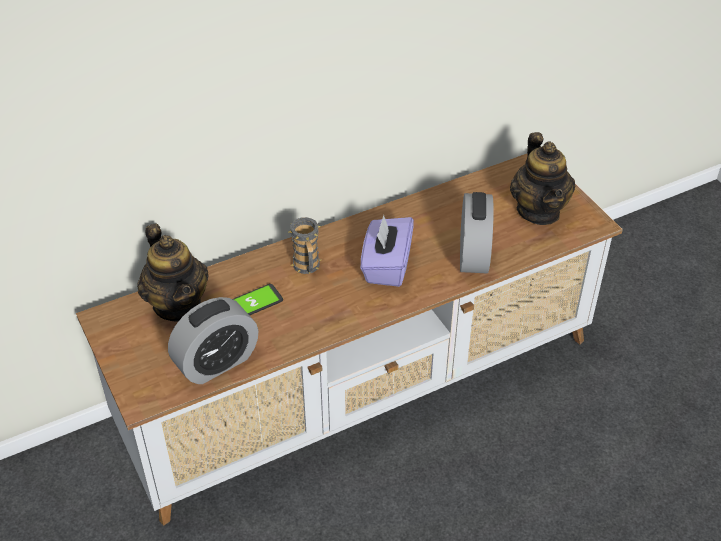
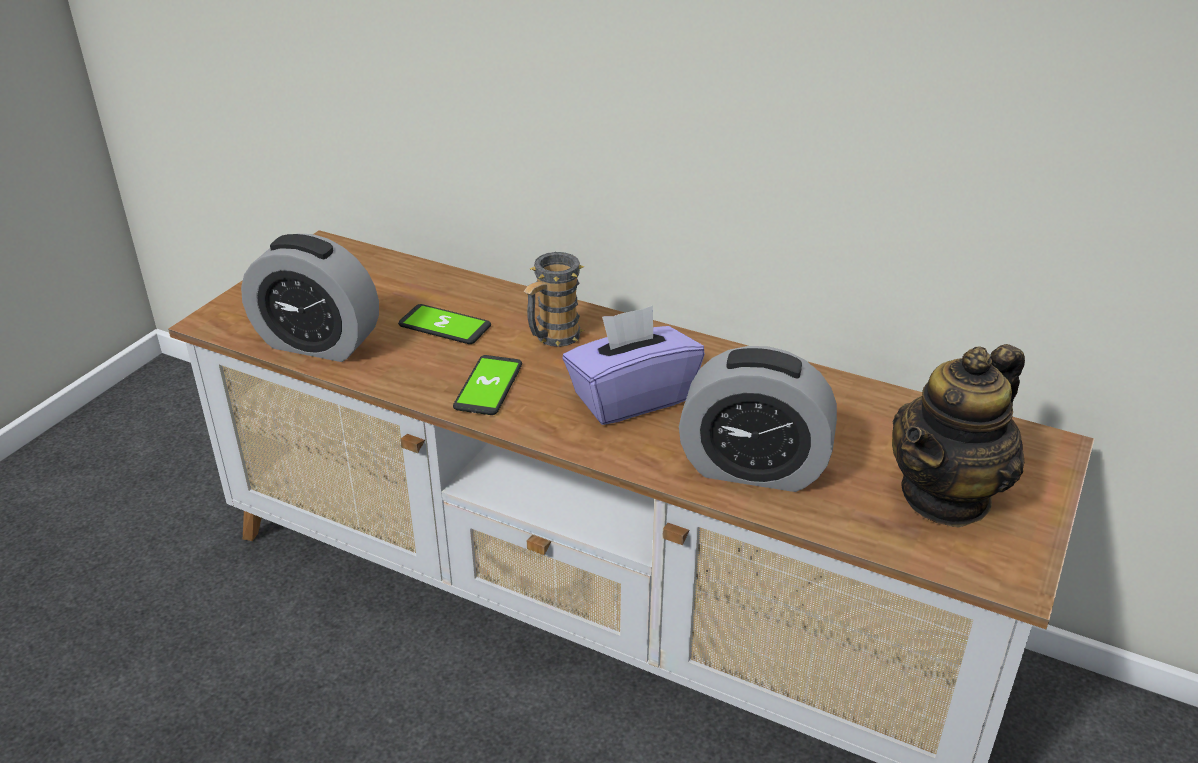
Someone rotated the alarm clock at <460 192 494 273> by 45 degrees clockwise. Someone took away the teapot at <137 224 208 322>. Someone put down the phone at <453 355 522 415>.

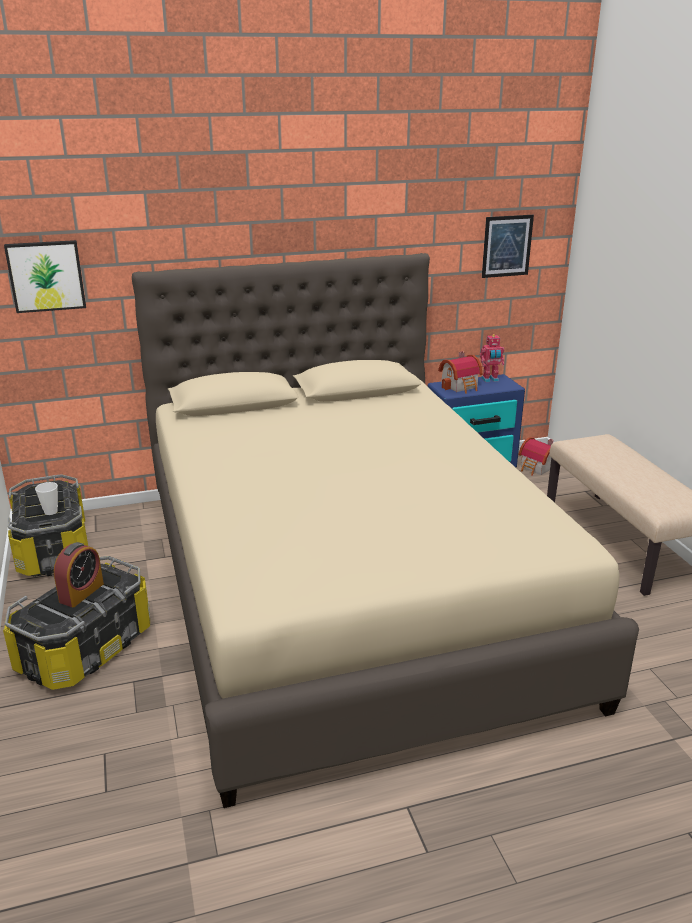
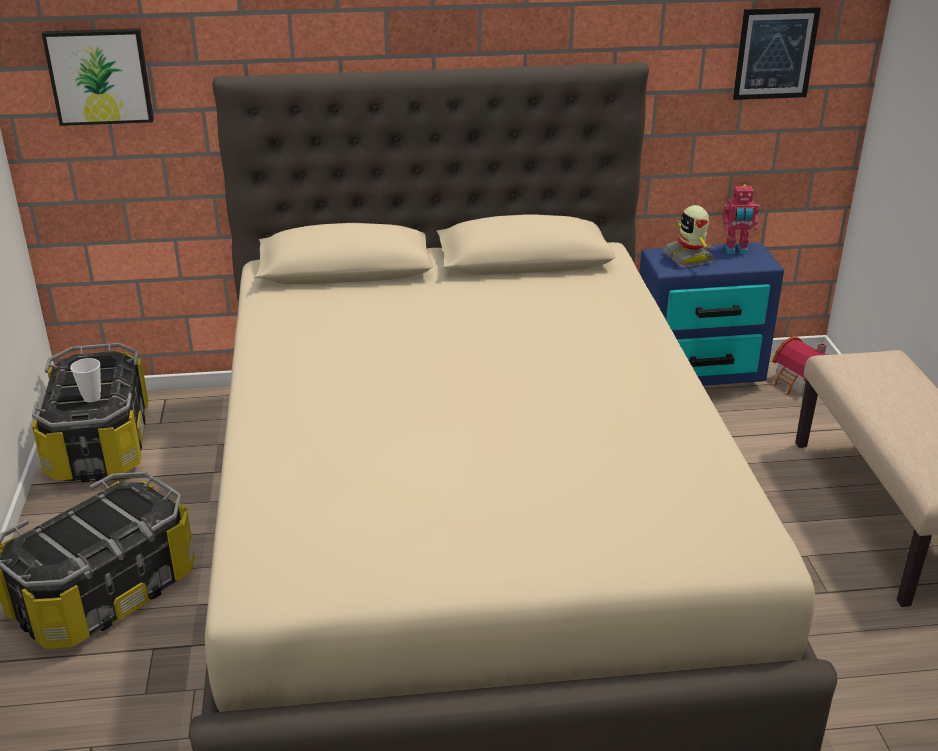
Someone swapped the toy house at <438 351 482 394> for the toy robot at <662 205 715 267>. Someone took away the alarm clock at <54 542 104 607>.

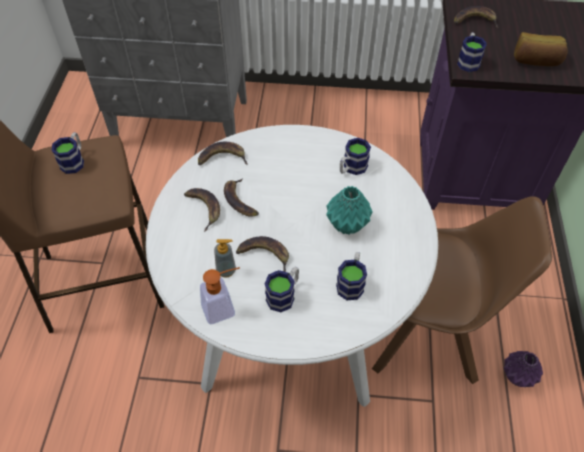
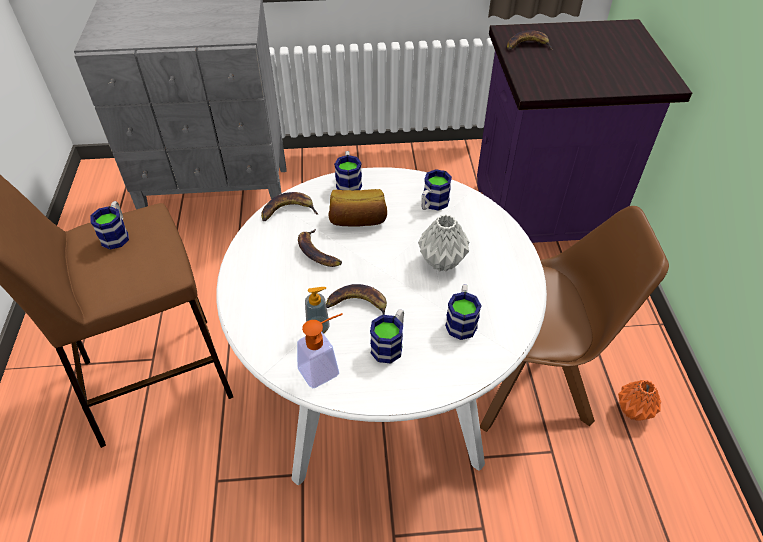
Someone carried the mug from <457 32 487 72> to <334 151 362 190>. Someone carried the bread from <514 32 567 66> to <329 189 387 227>. Someone repainted the vase (turquoise) at <326 186 373 235>, which became the vase (grey) at <418 214 470 271>. Someone took away the banana at <184 188 220 232>. Someone repainted the vase (purple) at <504 351 543 387>, which became the vase (orange) at <618 380 661 421>.

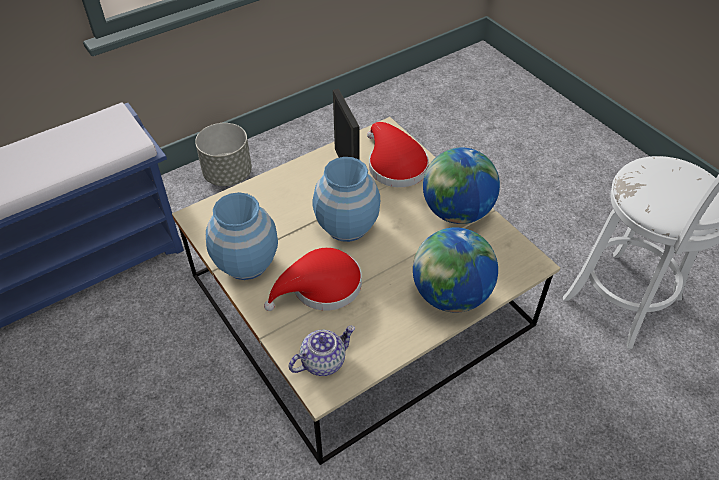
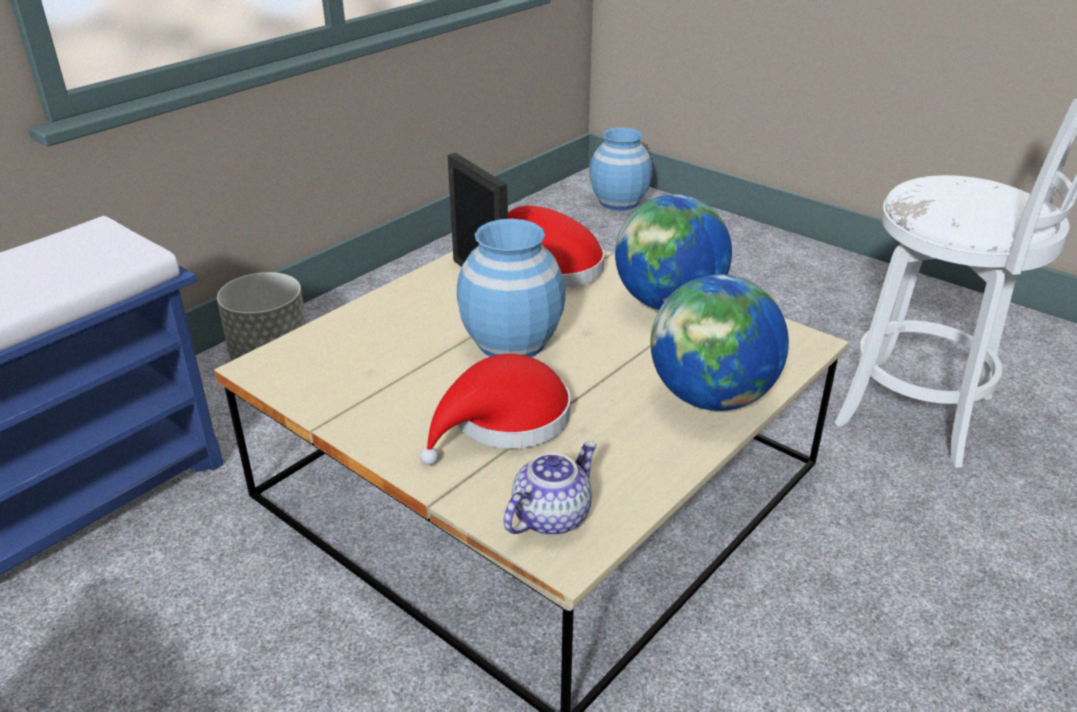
Someone carried the vase (blue) from <206 192 278 280> to <589 128 653 211>.

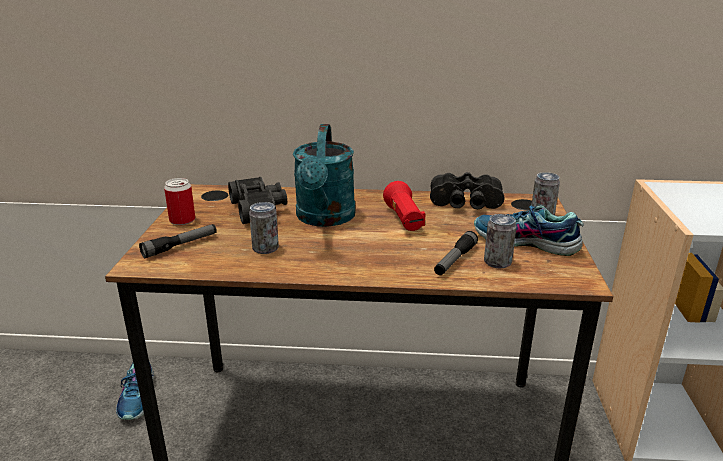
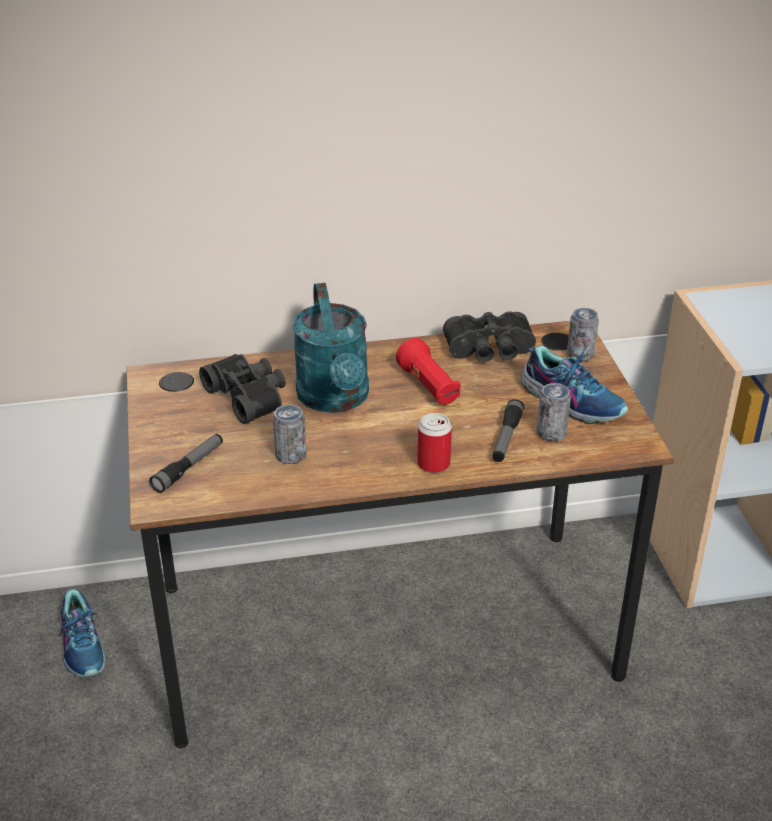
Someone carried the can from <164 178 195 225> to <417 413 452 473>. Someone rotated the shoe at <474 205 584 256> by 150 degrees counterclockwise.

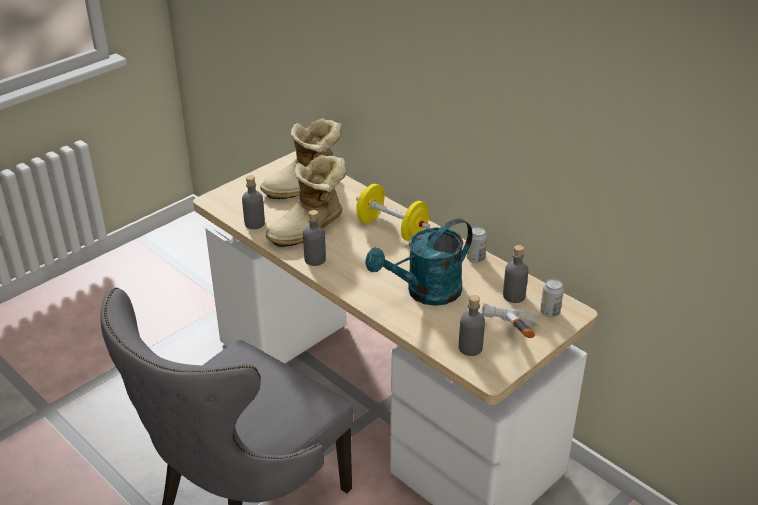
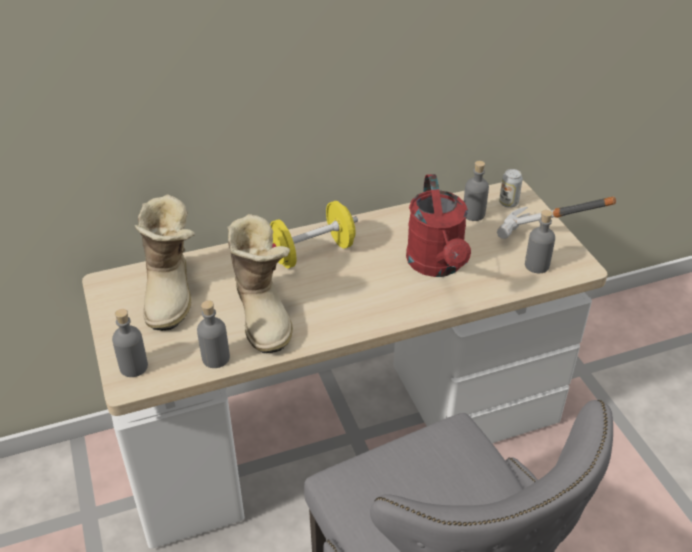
Someone carried the bottle (grey) from <303 210 326 266> to <112 309 148 377>. Someone repainted the watering can (turquoise) at <365 218 473 306>, which became the watering can (red) at <406 174 471 277>. Someone took away the can at <467 227 487 263>.

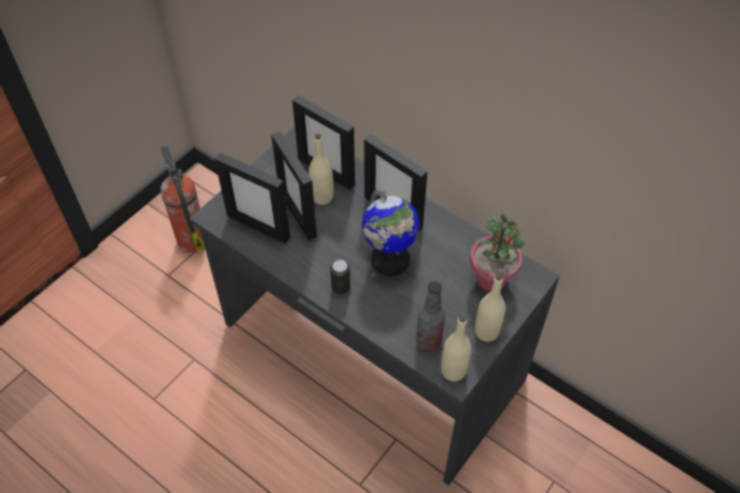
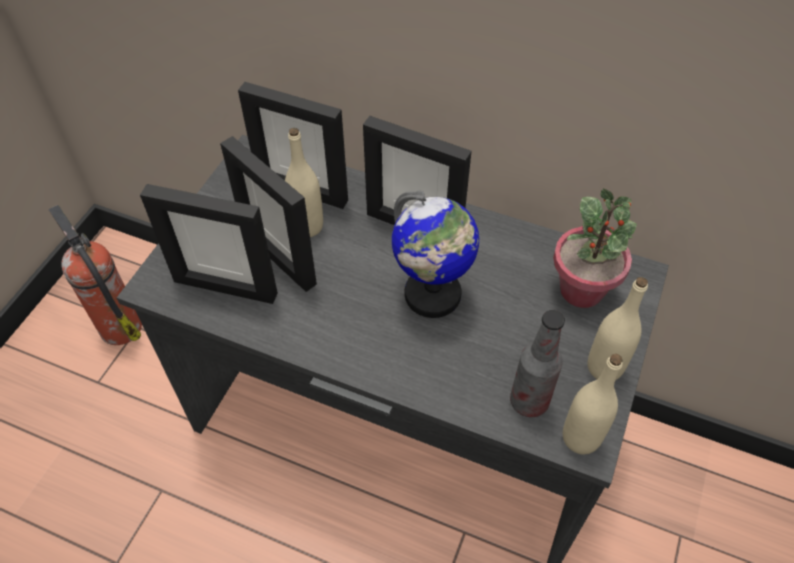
Someone took away the can at <330 259 350 294>.

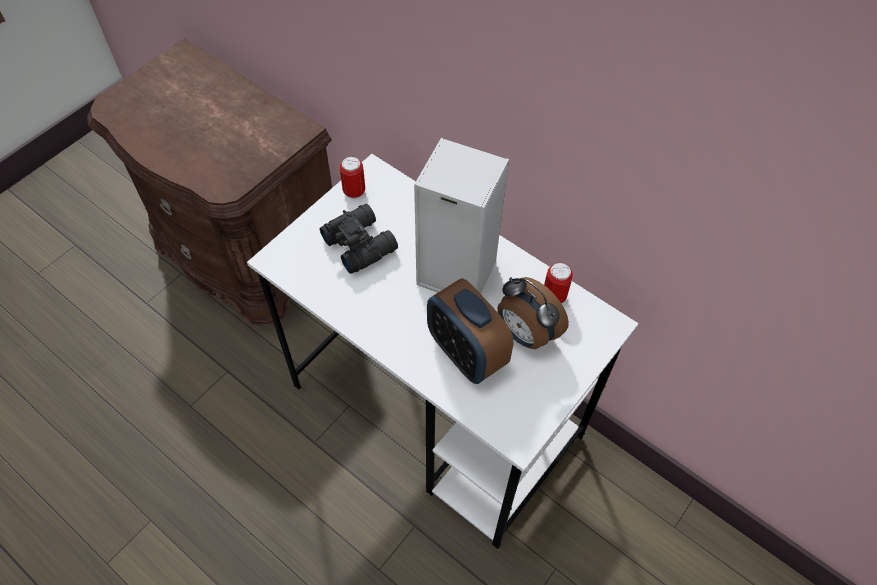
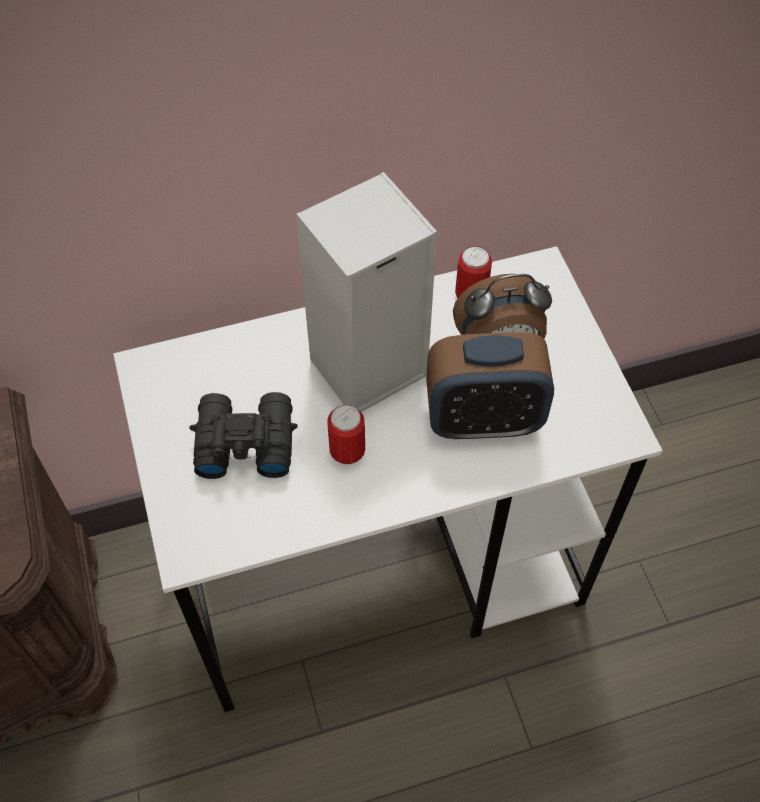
Someone carried the can from <340 156 365 199> to <327 405 365 465>.

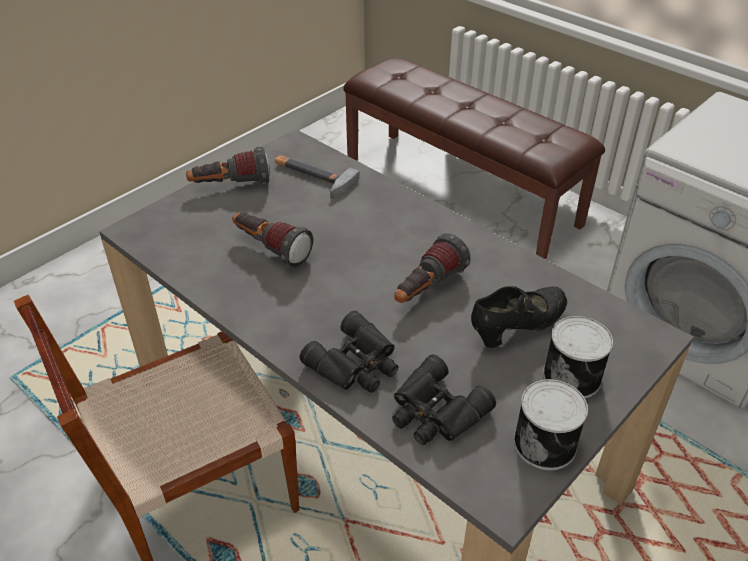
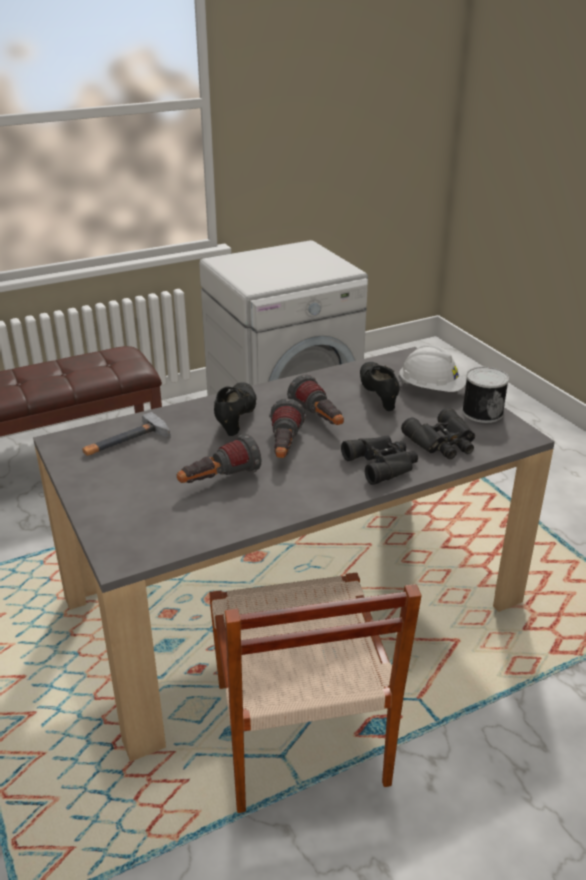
Someone carried the flashlight from <186 147 270 184> to <269 399 306 458>. Someone swapped the can at <543 316 613 398> for the hard hat (white) at <398 345 466 392>. Someone put down the shoe (black) at <214 382 257 436>.

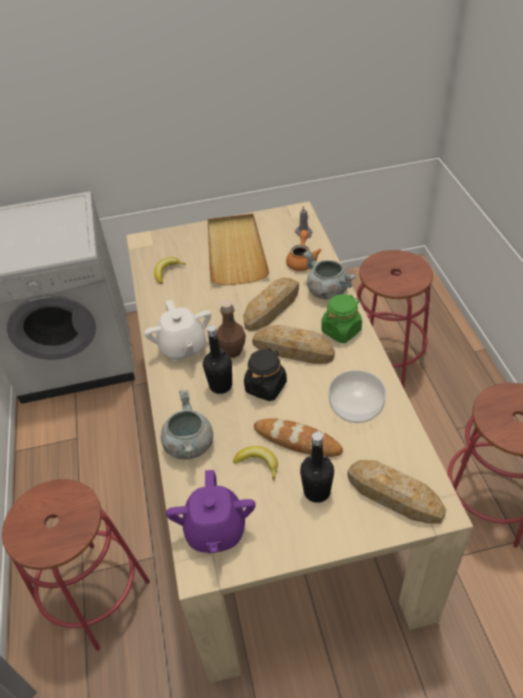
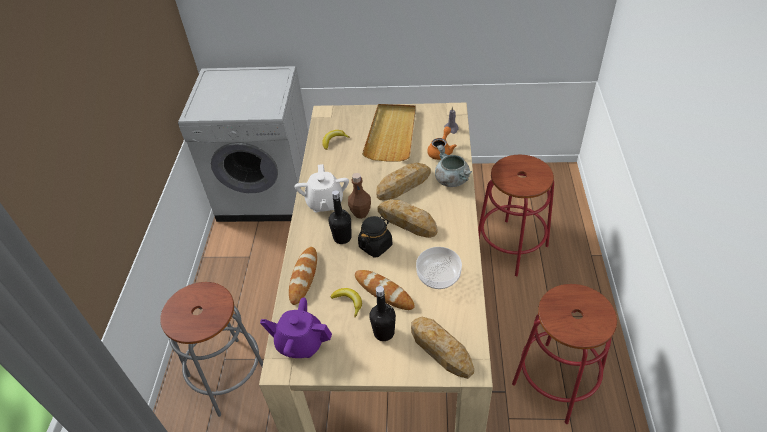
Someone took away the jar (green) at <321 294 362 343>. Someone swapped the cooking pot (grey) at <161 390 213 460> for the bread at <289 247 317 305>. Someone rotated the teapot (purple) at <166 470 256 554> by 90 degrees clockwise. Someone repainted the stool (red) at <2 479 150 651>, which became the stool (grey) at <160 282 263 417>.

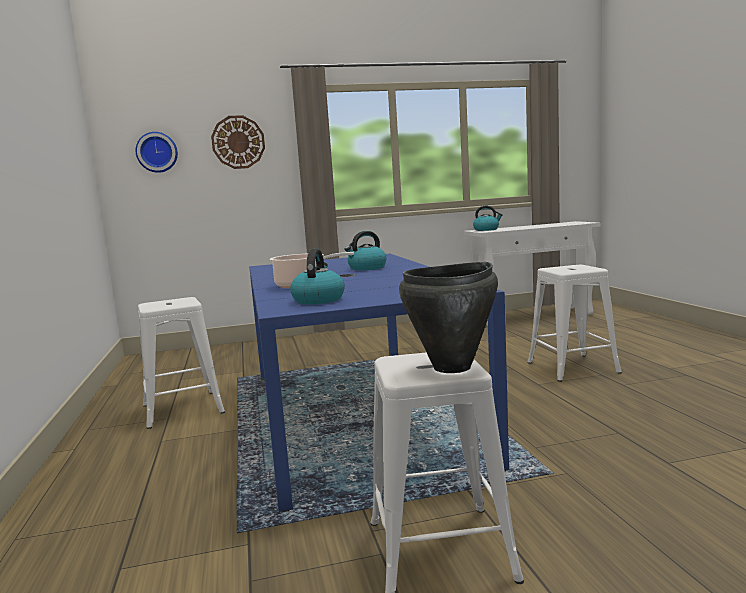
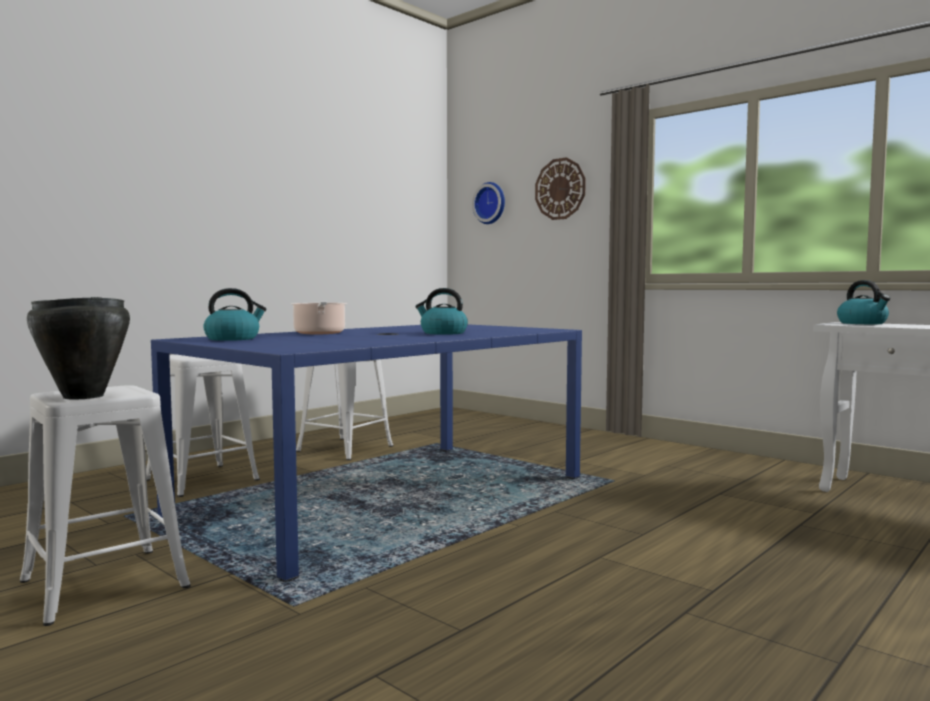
Someone carried the stool (white) from <527 265 622 382> to <146 355 260 497>.

